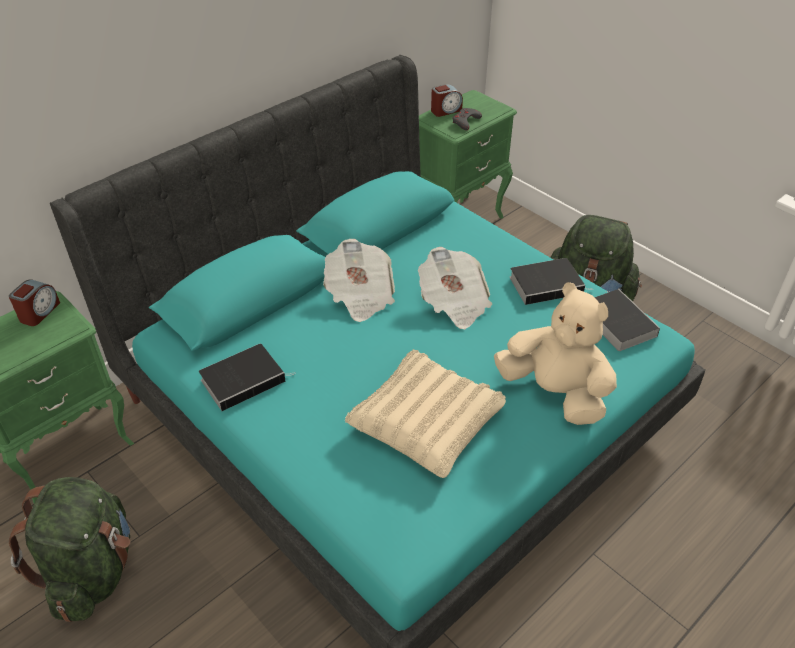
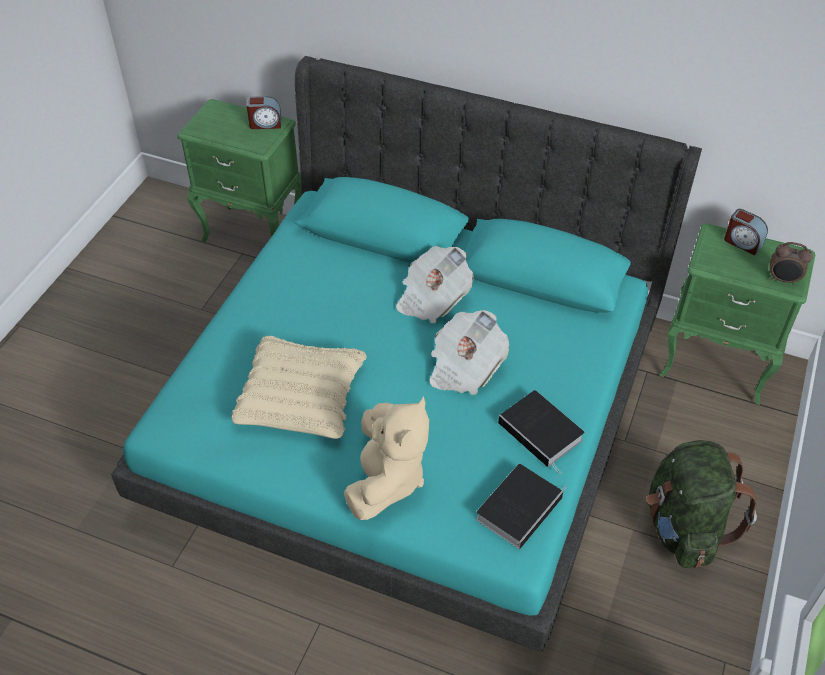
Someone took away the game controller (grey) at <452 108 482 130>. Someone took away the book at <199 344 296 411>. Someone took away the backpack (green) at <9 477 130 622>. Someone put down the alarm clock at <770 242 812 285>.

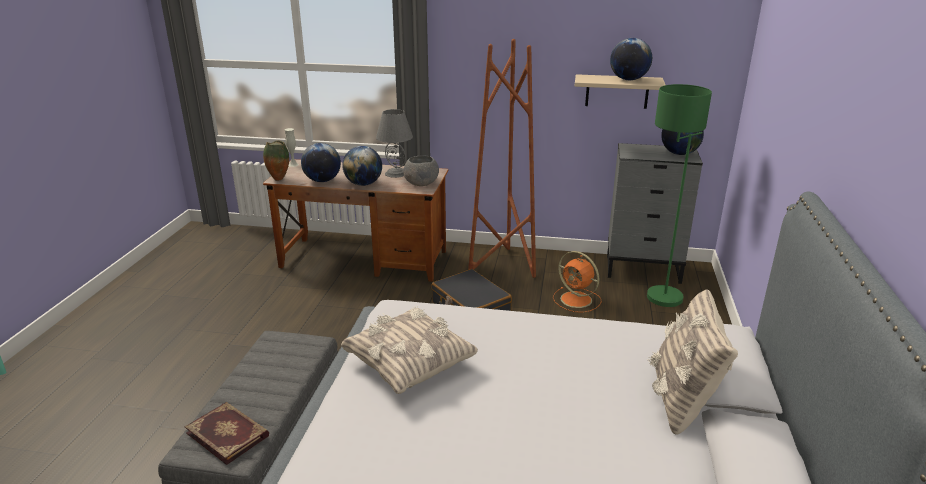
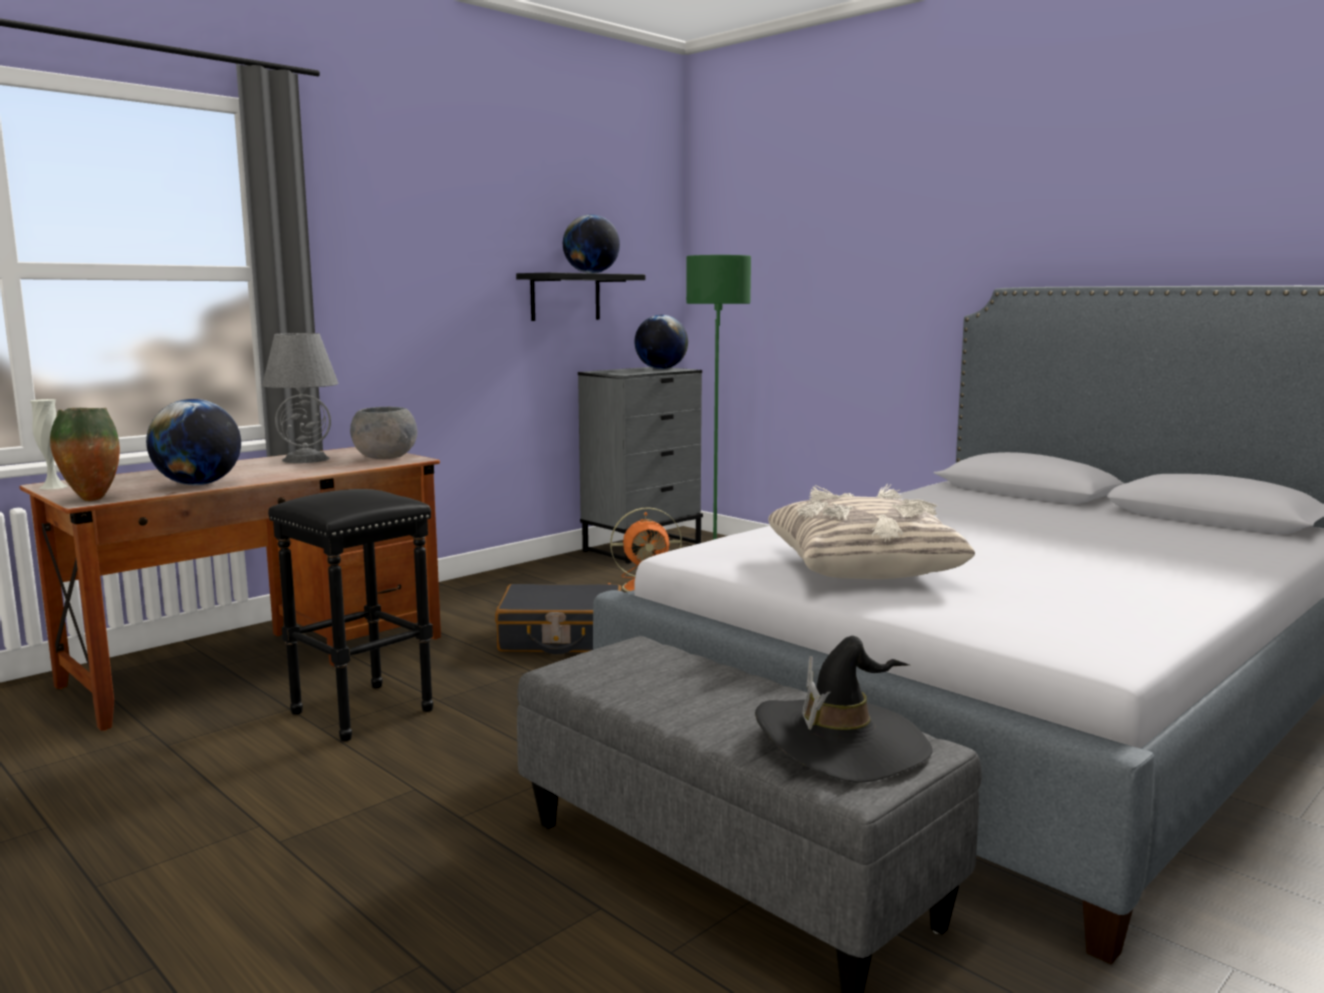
Someone took away the clothes rack (brown) at <468 39 536 278>. Someone repainted the shelf (beige) at <575 74 665 109>, which became the shelf (black) at <516 272 645 321>. Someone took away the globe at <342 146 382 186>. Someone took away the pillow (beige) at <648 289 738 435>. Someone swapped the book at <184 402 269 465> for the hat (black) at <755 636 933 783>. Someone put down the stool (black) at <268 489 433 741>.

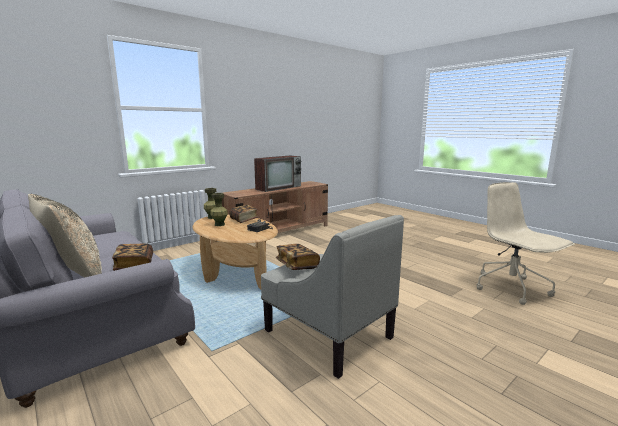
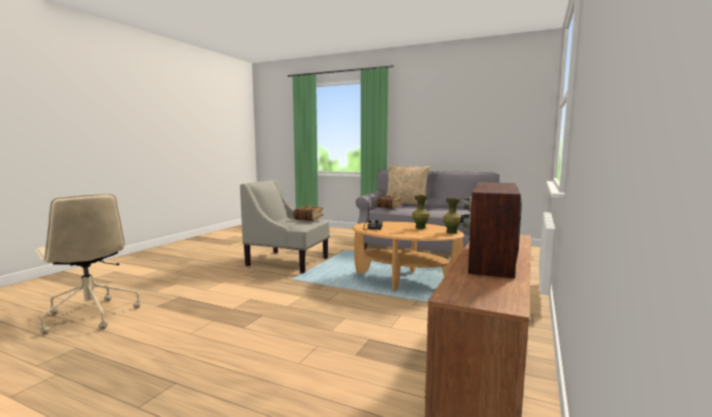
Someone took away the book at <229 205 258 223>.

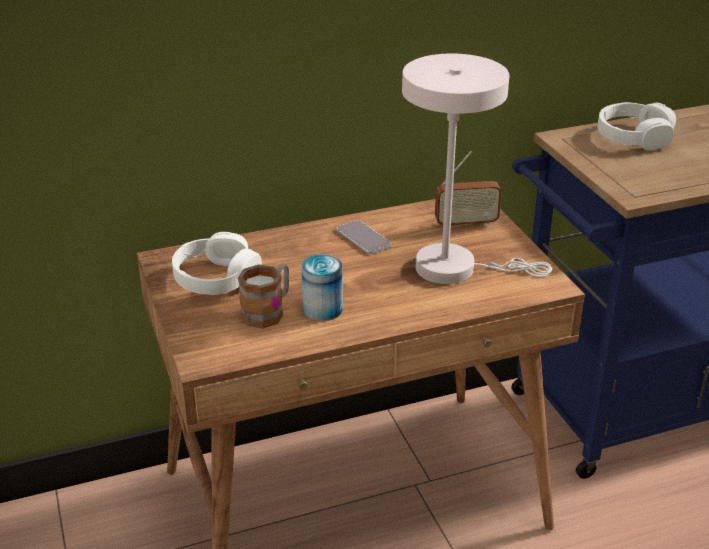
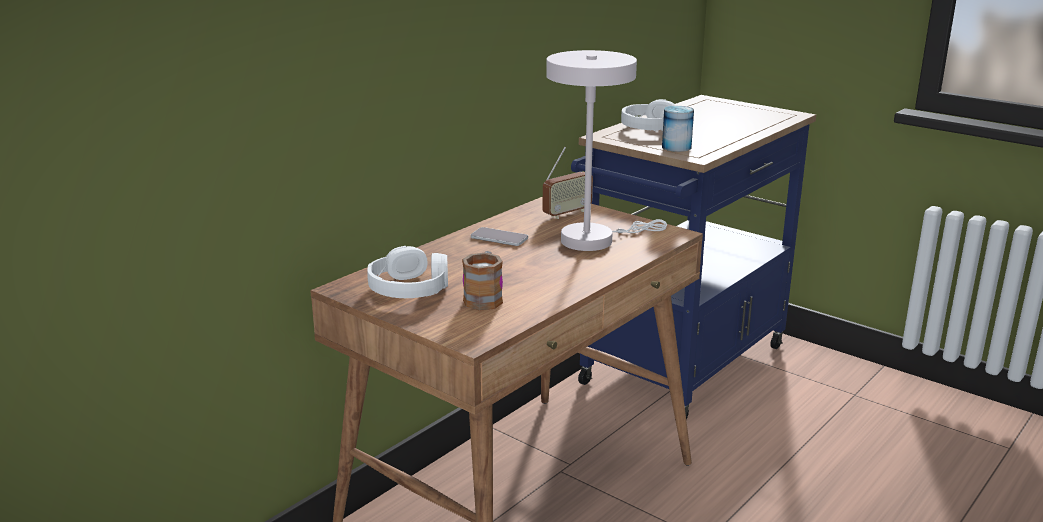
Someone carried the can from <301 254 343 321> to <662 106 694 152>.

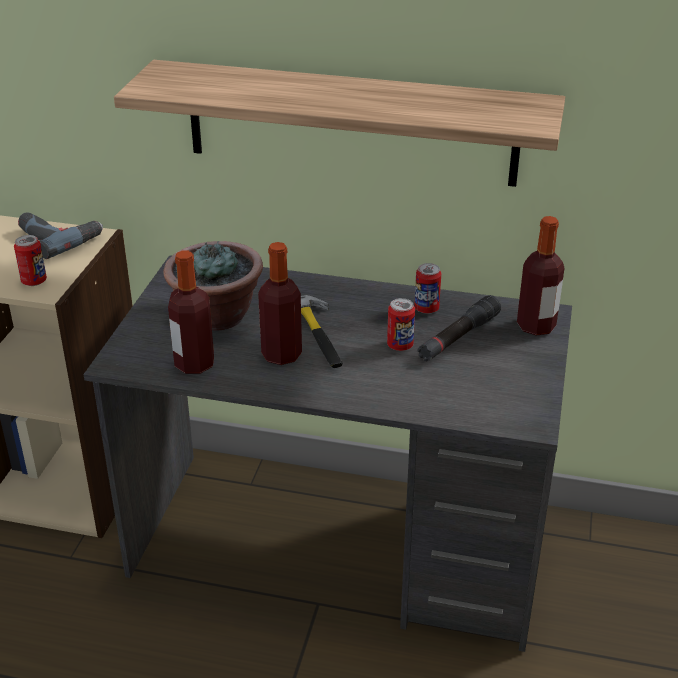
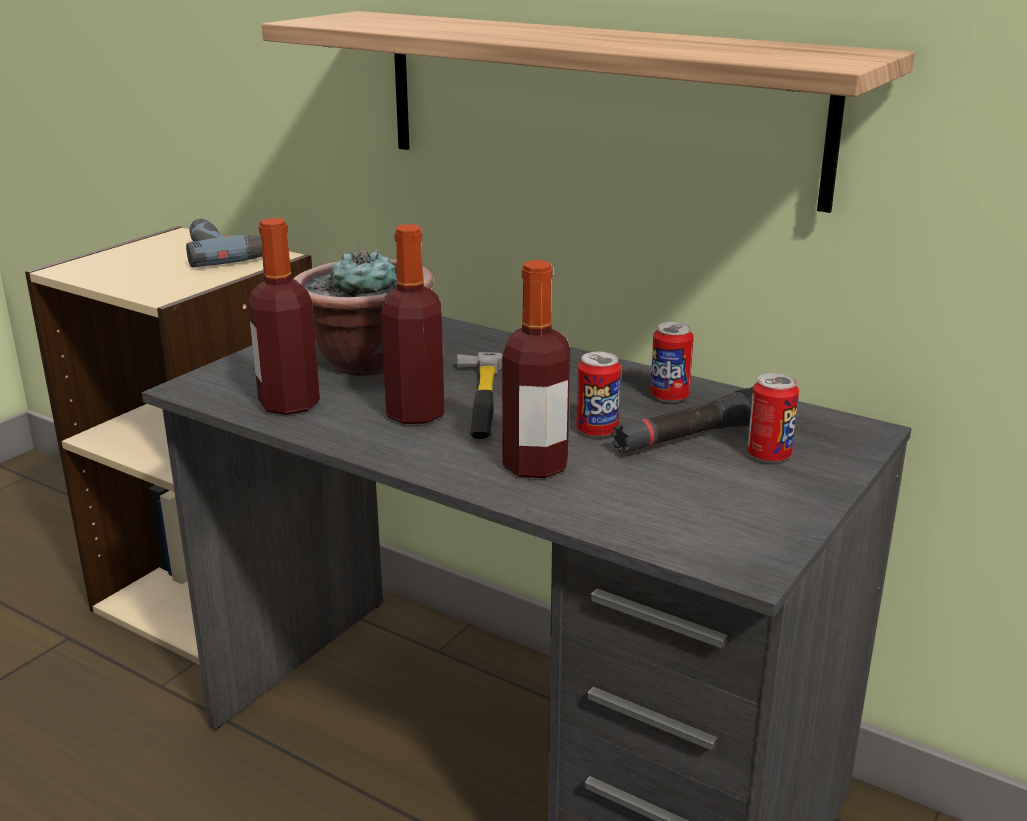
Someone carried the bottle from <517 216 564 336> to <502 260 570 478>. Someone carried the can from <14 235 47 286> to <747 373 799 463>.

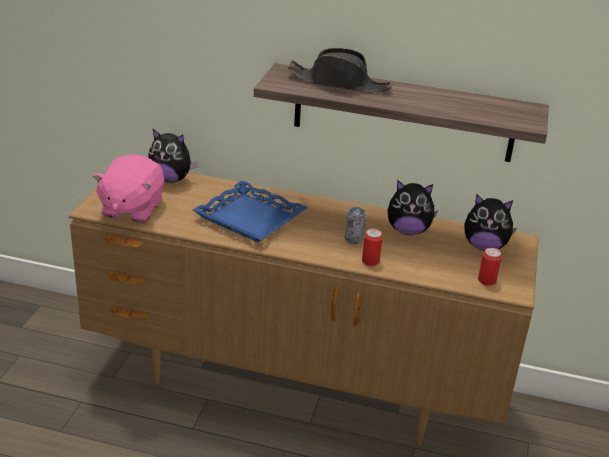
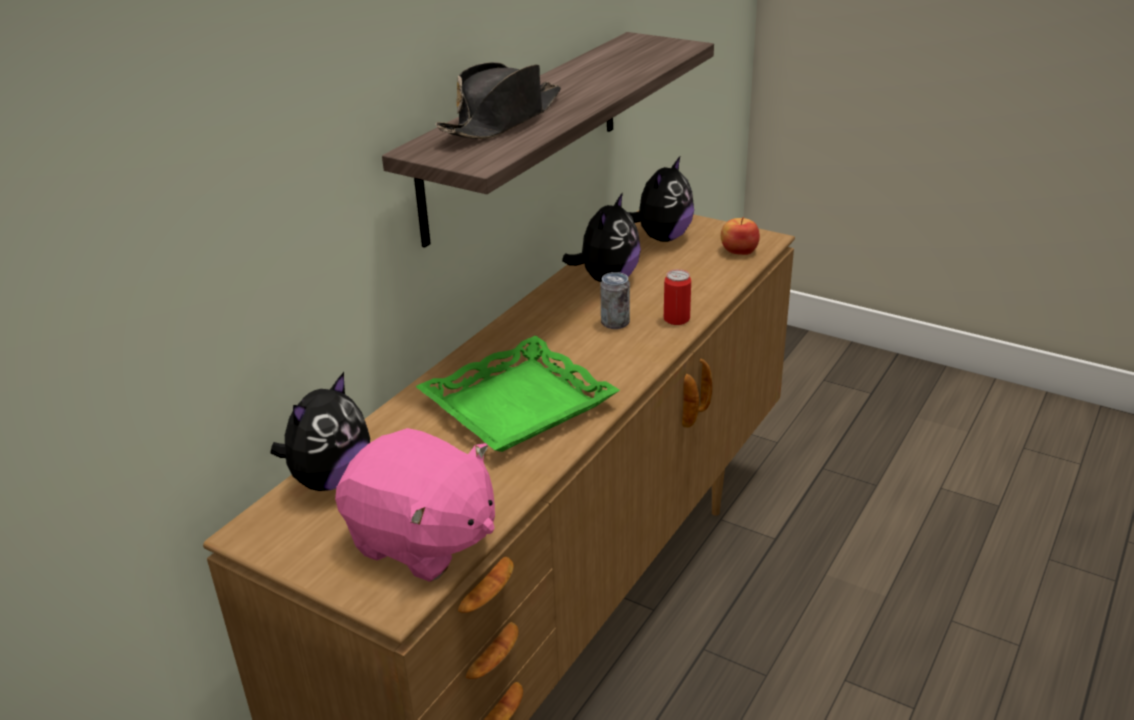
Someone repainted the tray (blue) at <193 181 308 242>, which became the tray (green) at <415 336 620 452>. Someone swapped the can at <478 248 502 286> for the apple at <721 217 760 255>.

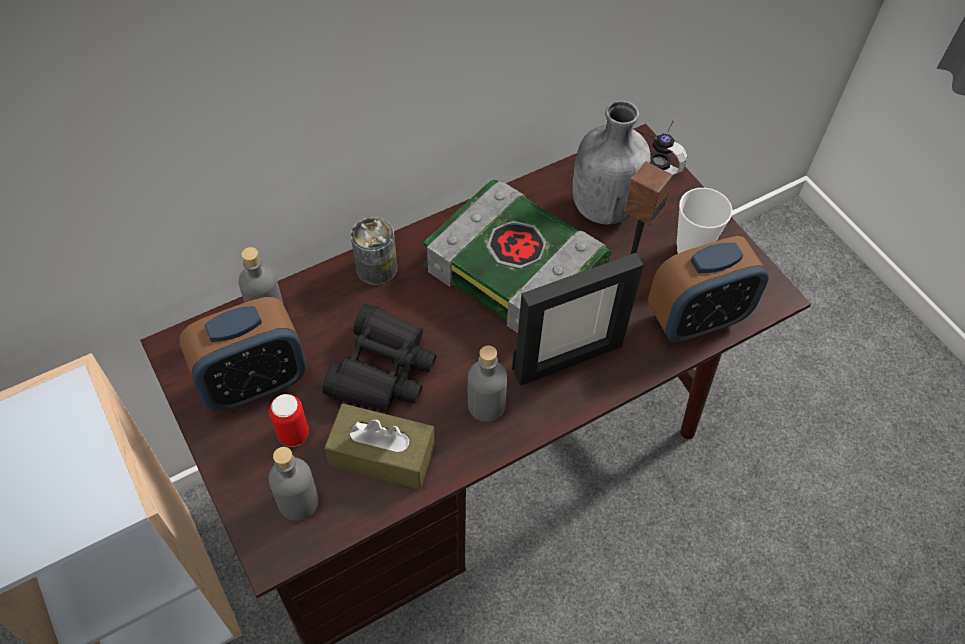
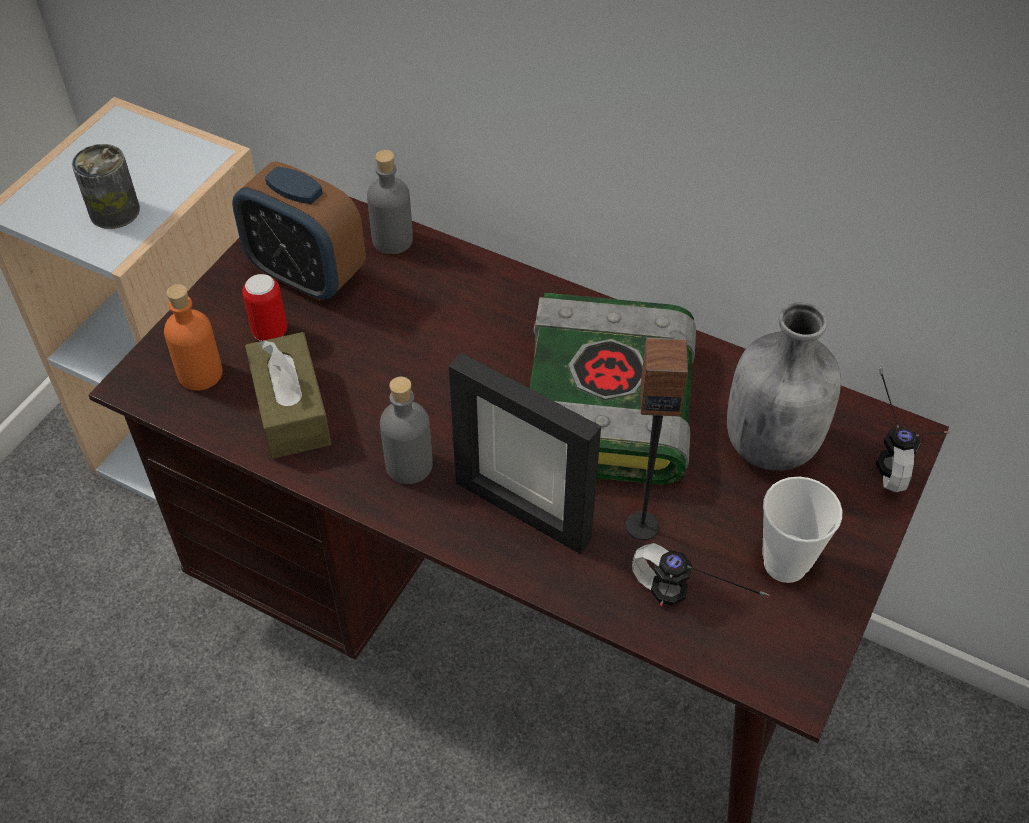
Someone carried the can from <351 217 397 285> to <72 144 140 229>. Someone swapped the alarm clock at <648 236 769 342> for the headphones at <632 543 770 606>. Someone took away the binoculars (black) at <322 304 436 412>. Someone repainted the bottle (grey) at <269 447 319 521>, which became the bottle (orange) at <164 284 222 391>.

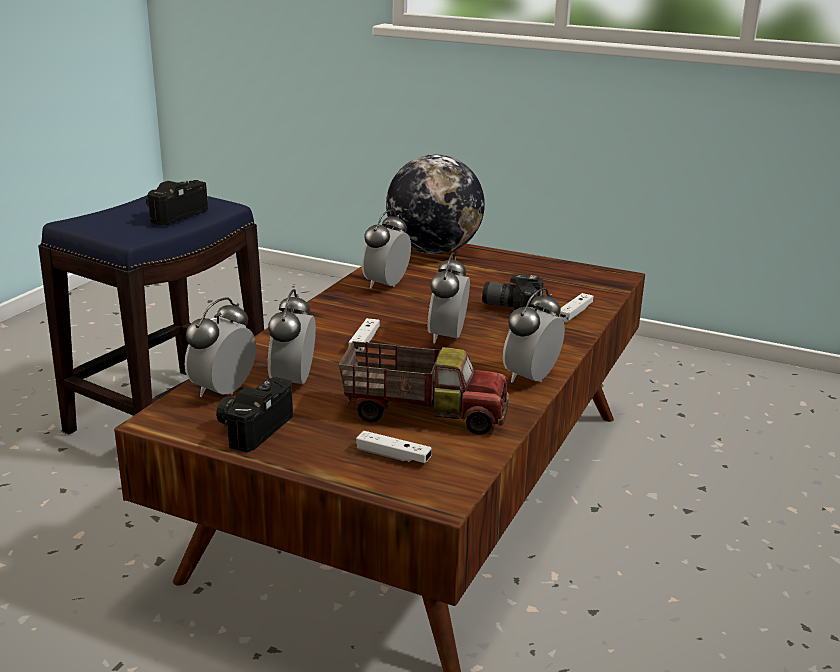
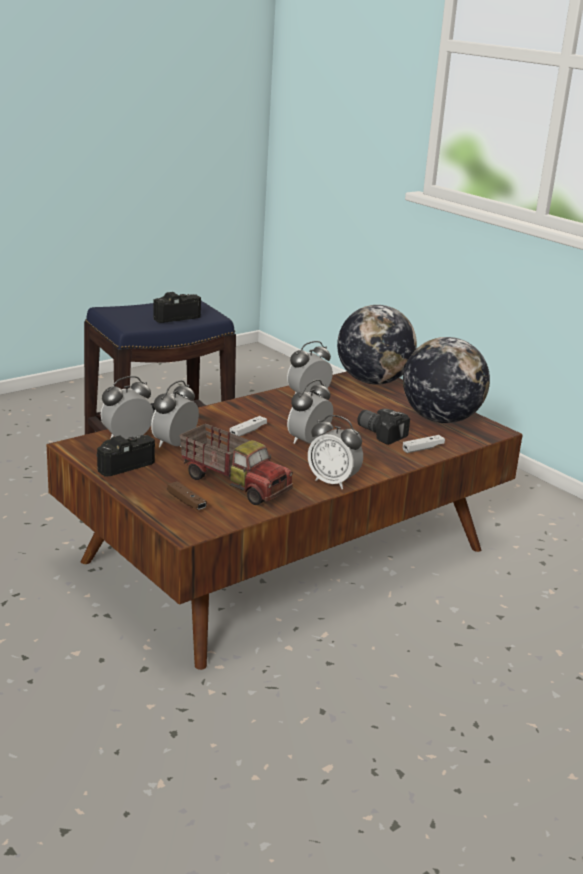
Someone rotated the alarm clock at <503 288 565 383> by 120 degrees counterclockwise. Someone repainted the game controller (white) at <356 431 432 463>, which became the game controller (brown) at <167 481 207 510>. Someone put down the globe at <403 337 490 423>.

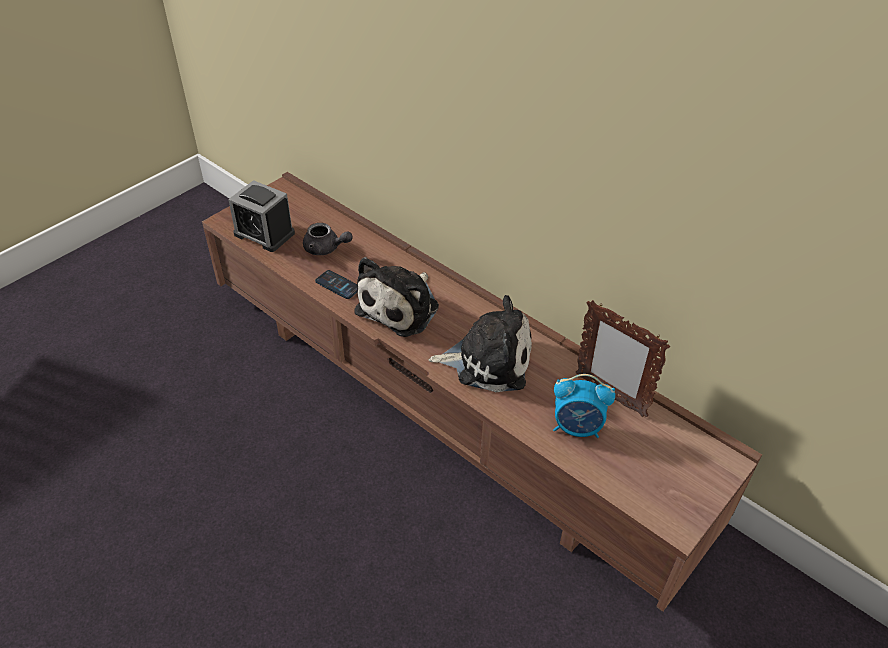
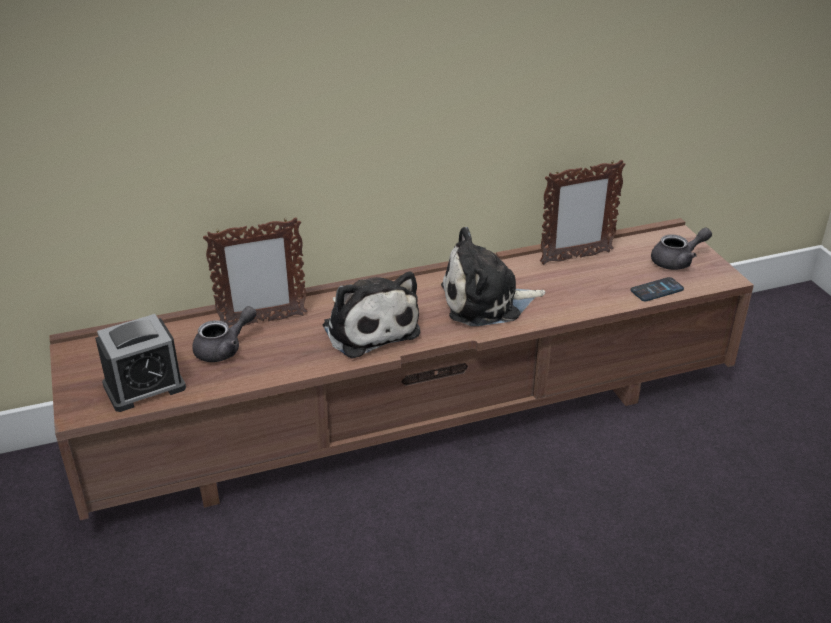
Someone carried the phone from <315 270 358 299> to <631 277 684 301>. Someone rotated the plush toy at <428 295 532 392> by 135 degrees counterclockwise. Someone took away the alarm clock at <553 374 615 438>. Someone put down the picture frame at <203 217 308 326>. Someone put down the teapot (grey) at <651 227 712 270>.

